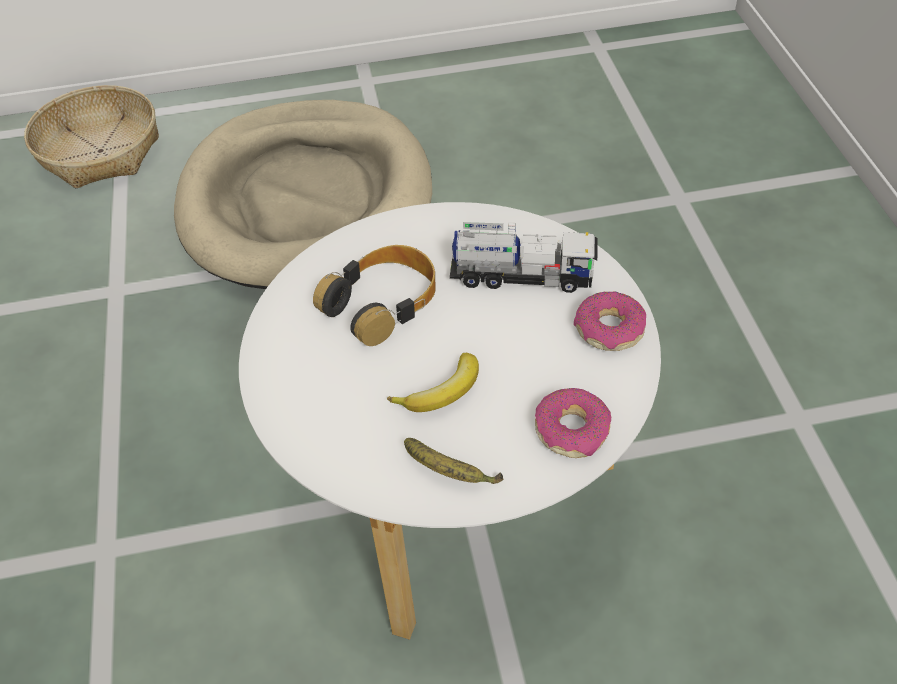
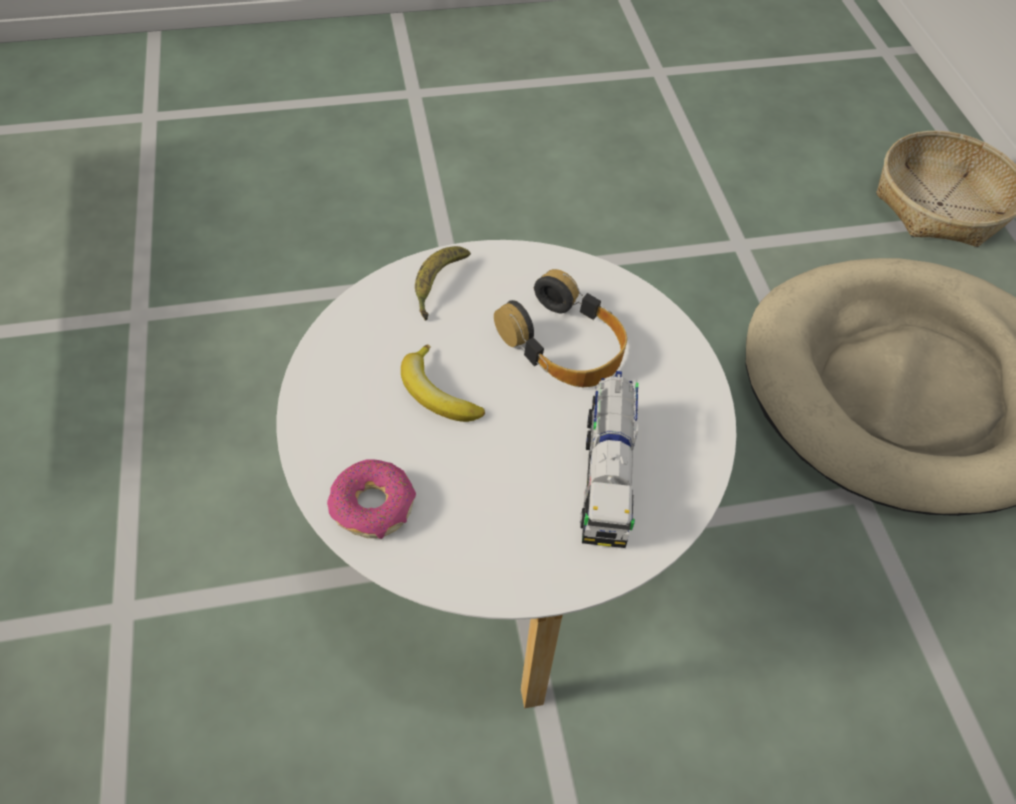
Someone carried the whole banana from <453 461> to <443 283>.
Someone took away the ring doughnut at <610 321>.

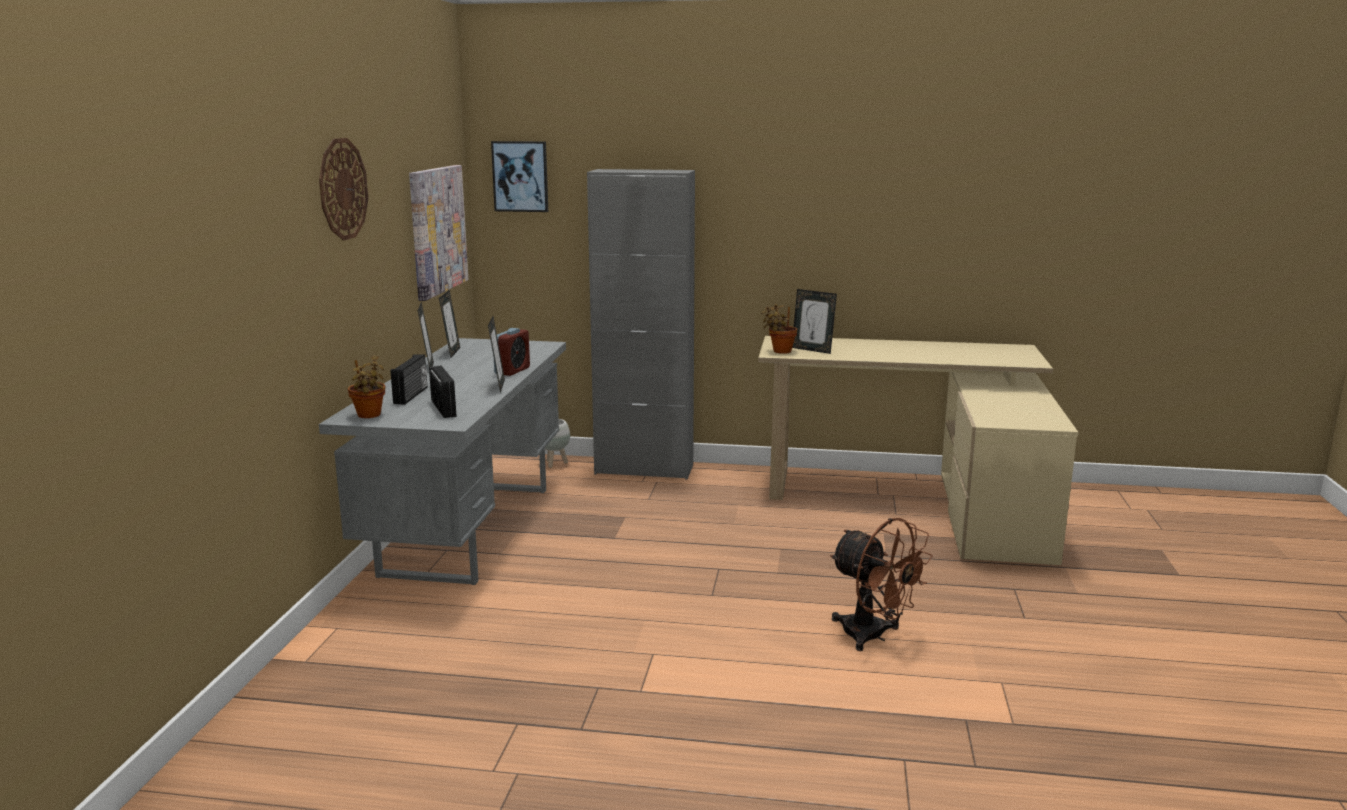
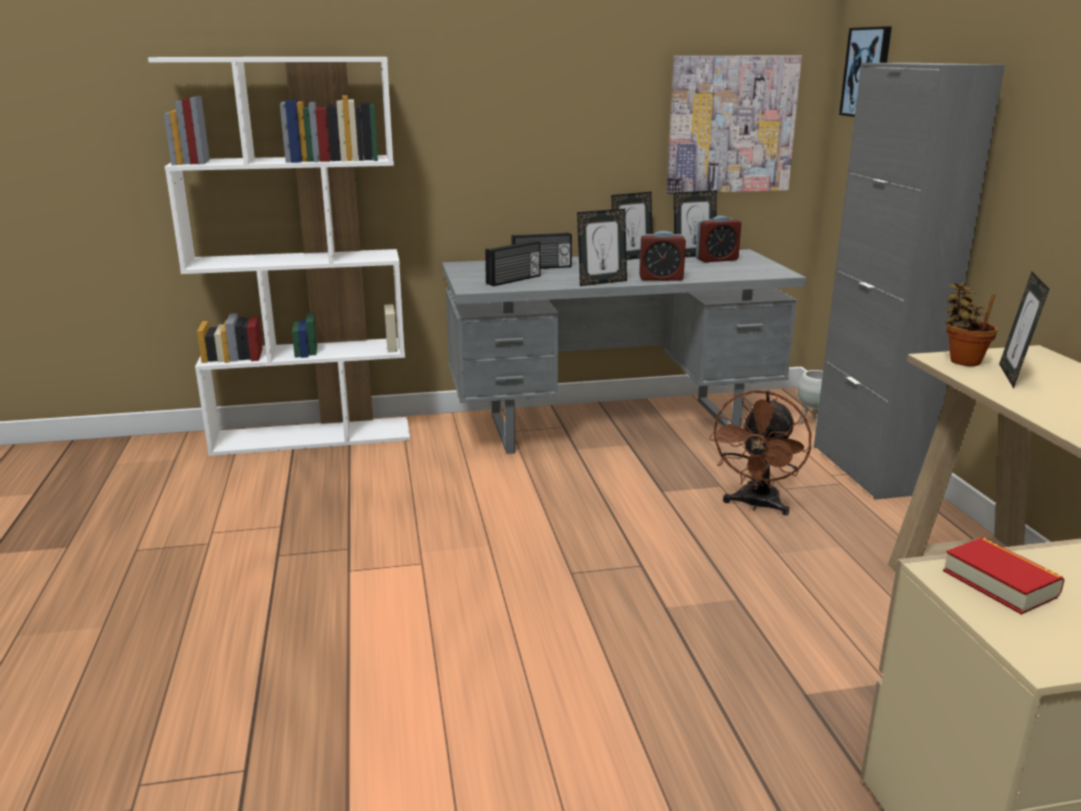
Someone put down the shelving unit in white-coloured at <279 256>.
Someone put down the alarm clock at <718 239>.
Someone carried the cooling fan in brown-coloured from <881 584> to <760 453>.
Someone put down the bound book at <1004 575>.
Someone took away the hanging clock at <343 189>.
Someone took away the houseplant at <366 386>.

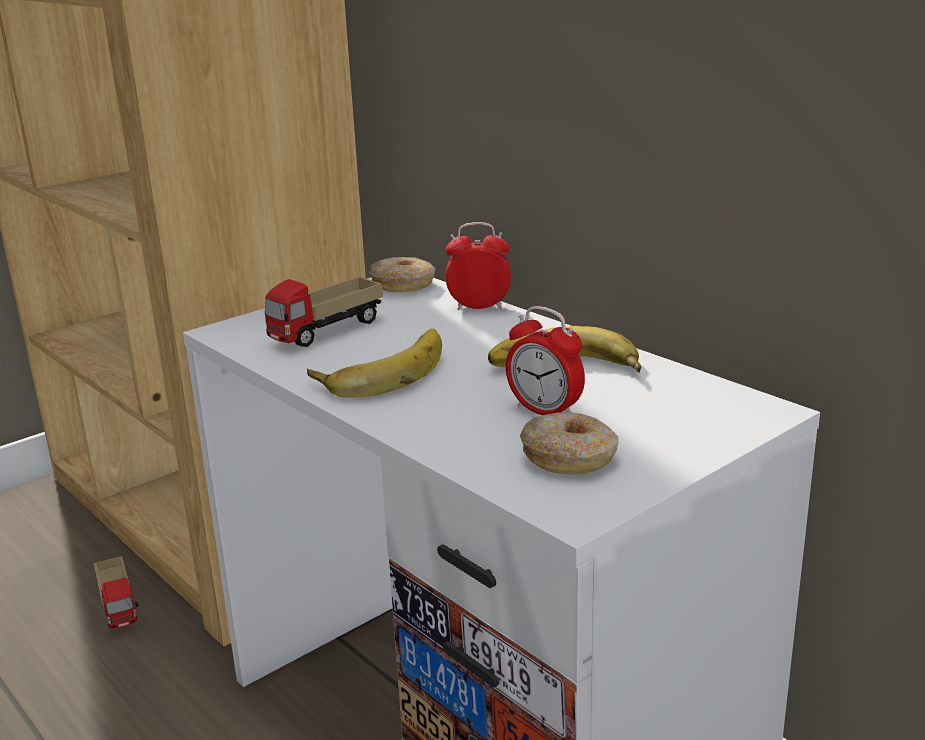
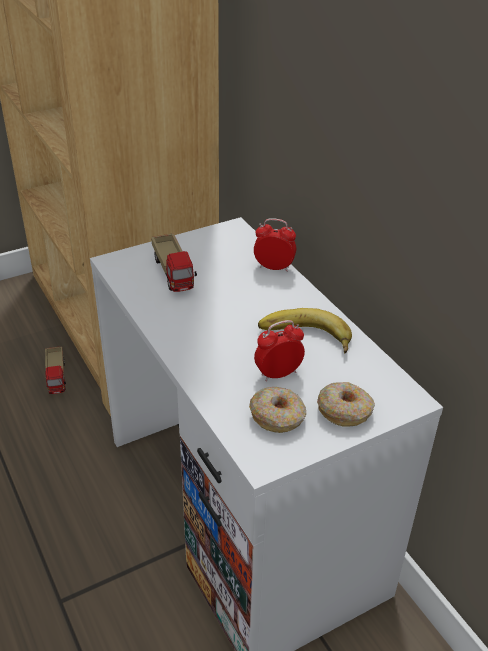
Someone rotated the toy truck at <324 312> by 75 degrees counterclockwise.
Someone rotated the alarm clock at <545 360> by 105 degrees clockwise.
Someone carried the ring doughnut from <402 274> to <346 404>.
Someone took away the whole banana at <374 363>.

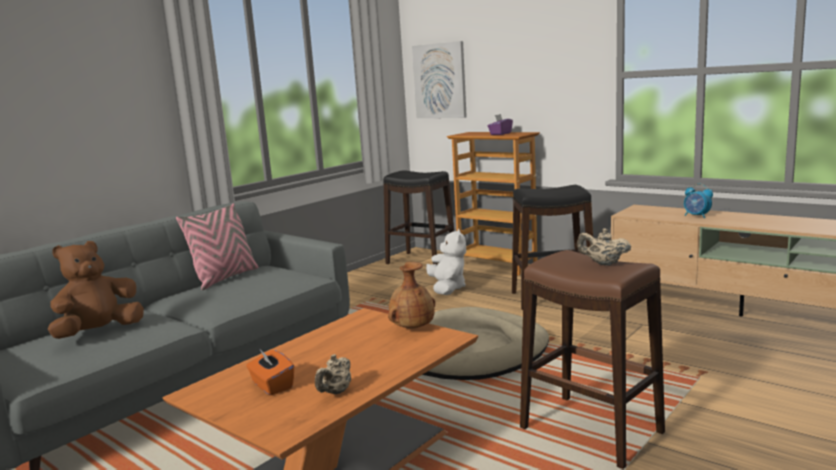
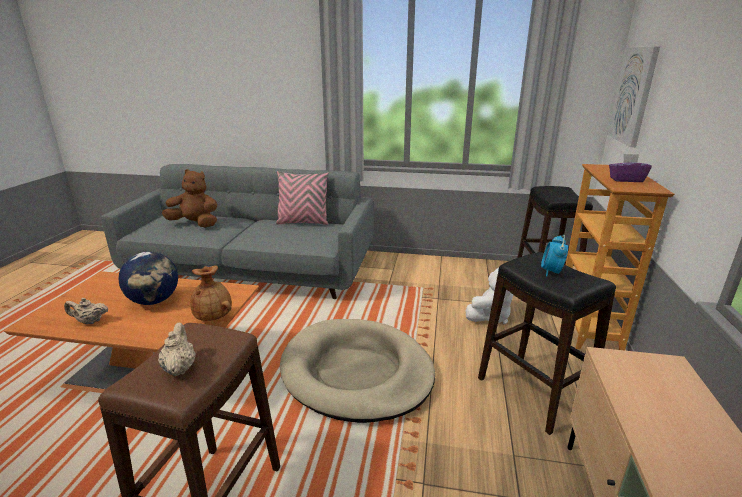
Someone put down the desk globe at <148 278>.
Someone carried the alarm clock from <698 201> to <554 255>.
Someone took away the tissue box in orange-coloured at <270 371>.

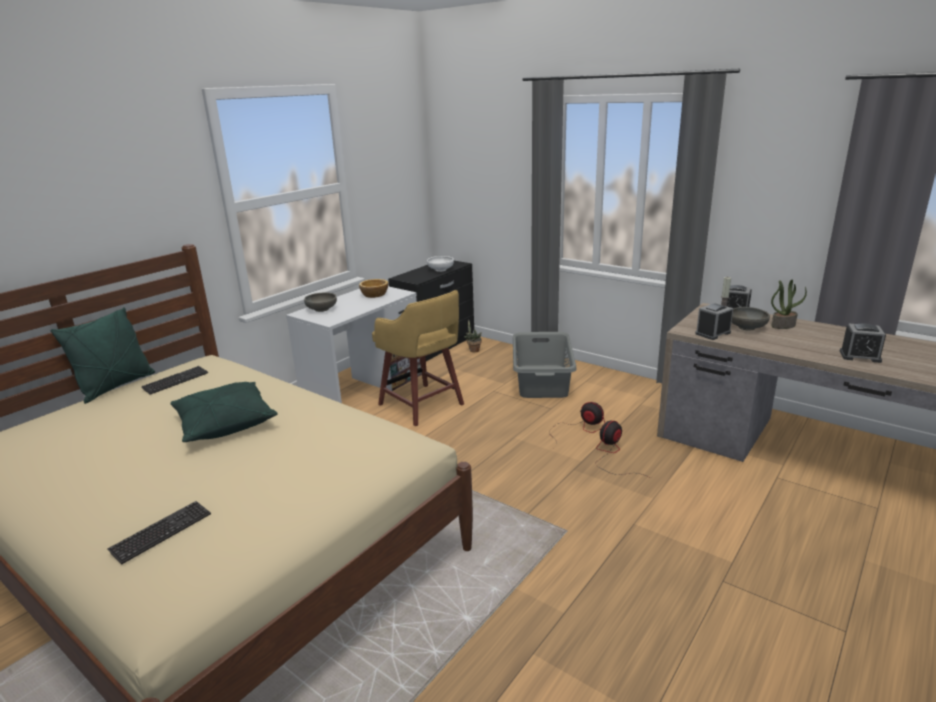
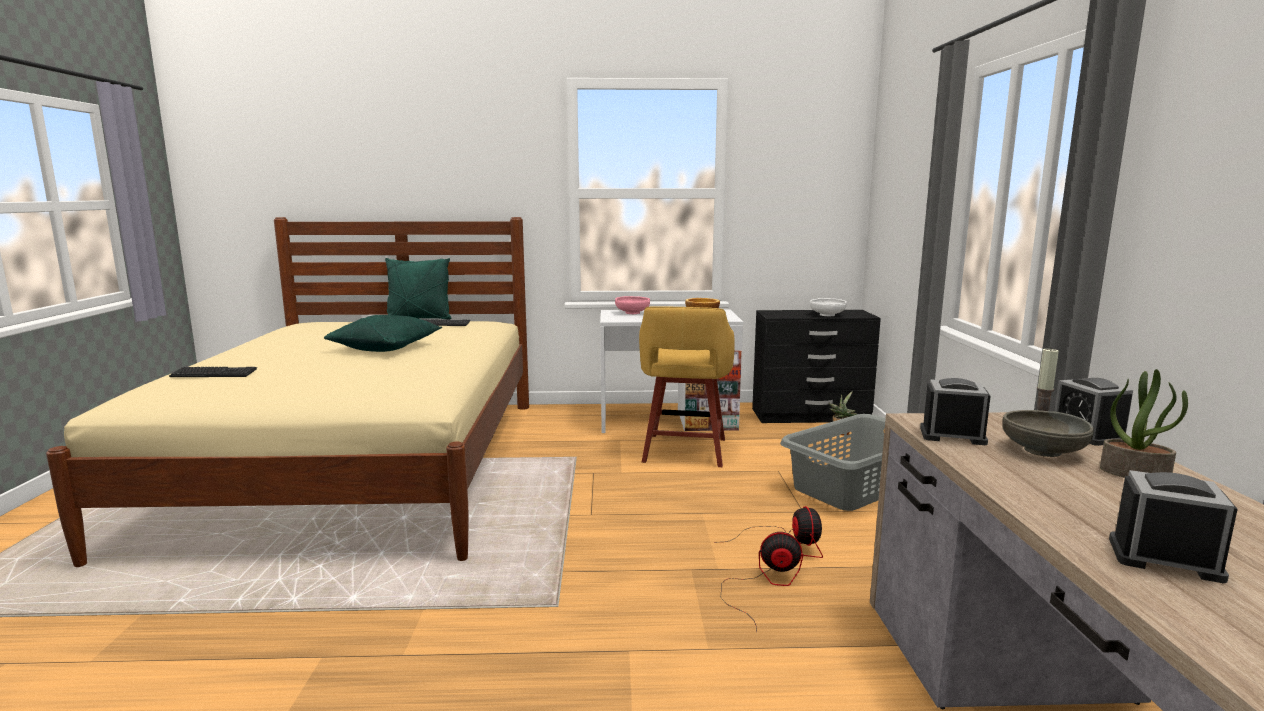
Someone repainted the serving bowl in grey at <320 302>, which became the serving bowl in pinkish at <632 305>.
Someone rotated the alarm clock at <863 343> by 135 degrees clockwise.

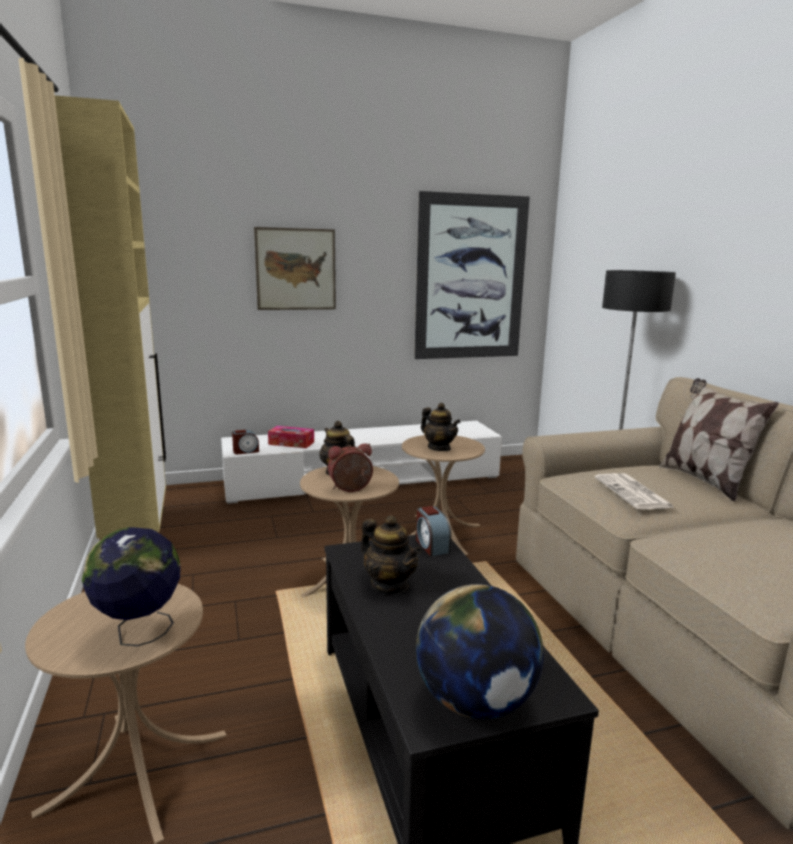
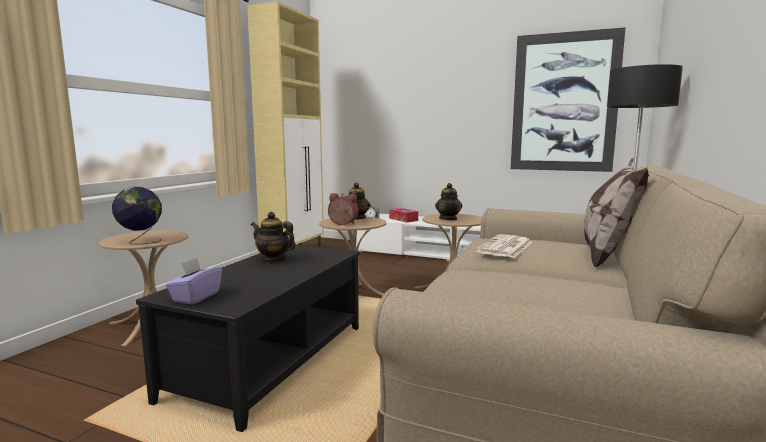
Someone swapped the desk globe at <480 651> for the tissue box in purplish at <194 281>.
Someone rotated the pot for tea at <391 554> by 120 degrees clockwise.
Someone took away the picture at <295 268>.
Someone took away the alarm clock at <433 531>.

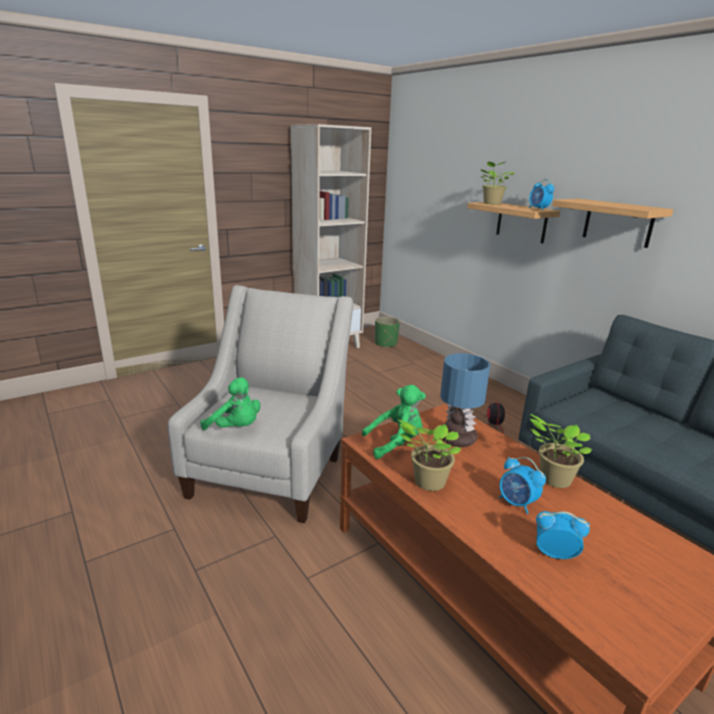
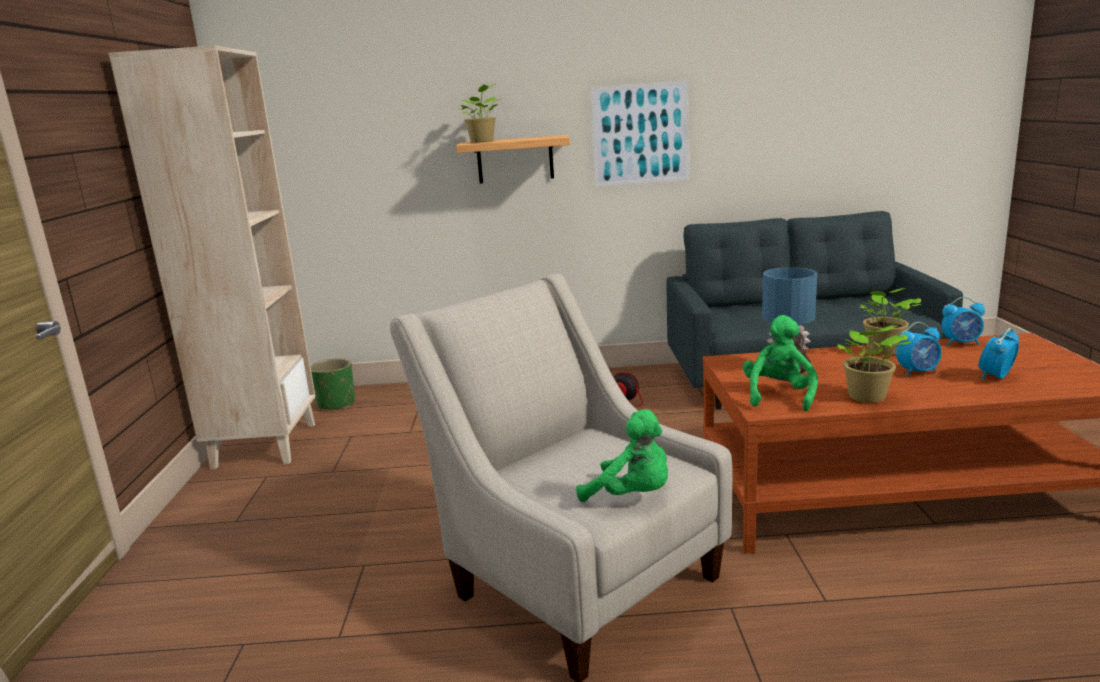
Someone rotated the cuddly toy in greenish at <230 403> by 60 degrees clockwise.
Someone swapped the bracket shelf at <613 223> for the picture at <639 133>.
Someone carried the alarm clock from <541 194> to <963 321>.

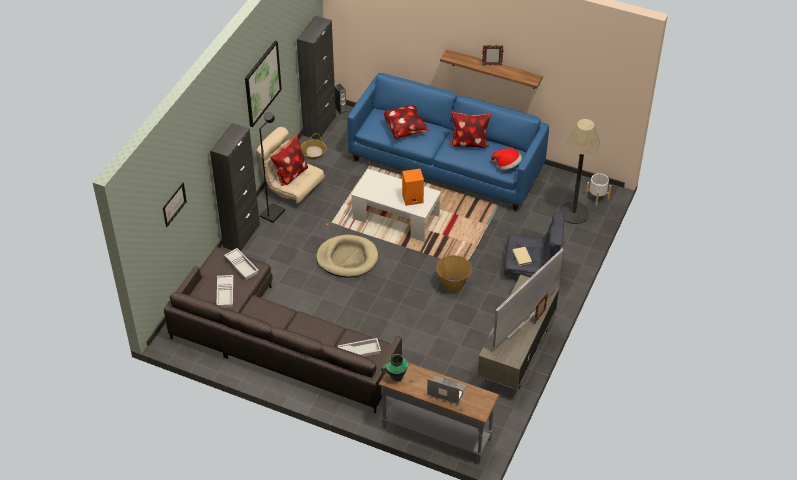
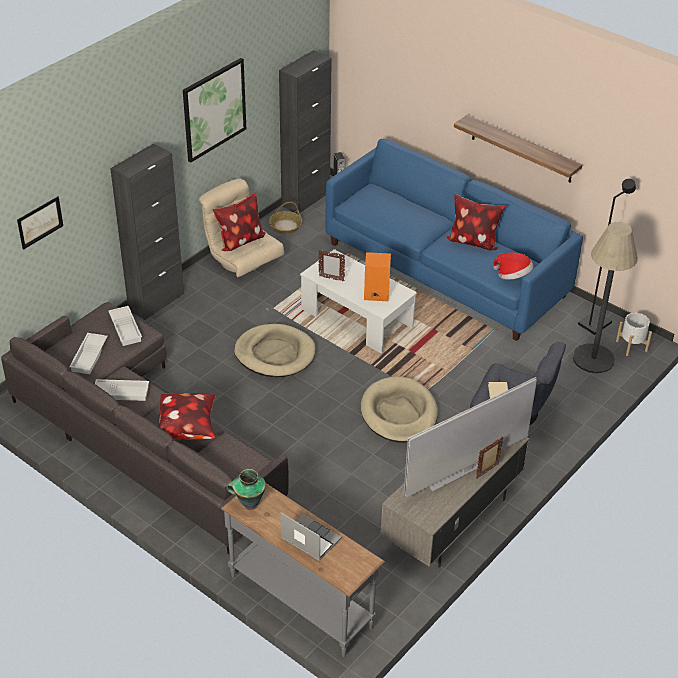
Someone carried the carrying tray in white-coloured from <359 347> to <122 390>.
Someone carried the throw pillow from <406 122> to <187 416>.
Someone carried the photo frame from <493 55> to <331 265>.
Someone swapped the basket at <454 273> for the pet bed in sand-coloured at <399 409>.
Someone carried the standing lamp in black from <272 167> to <607 257>.

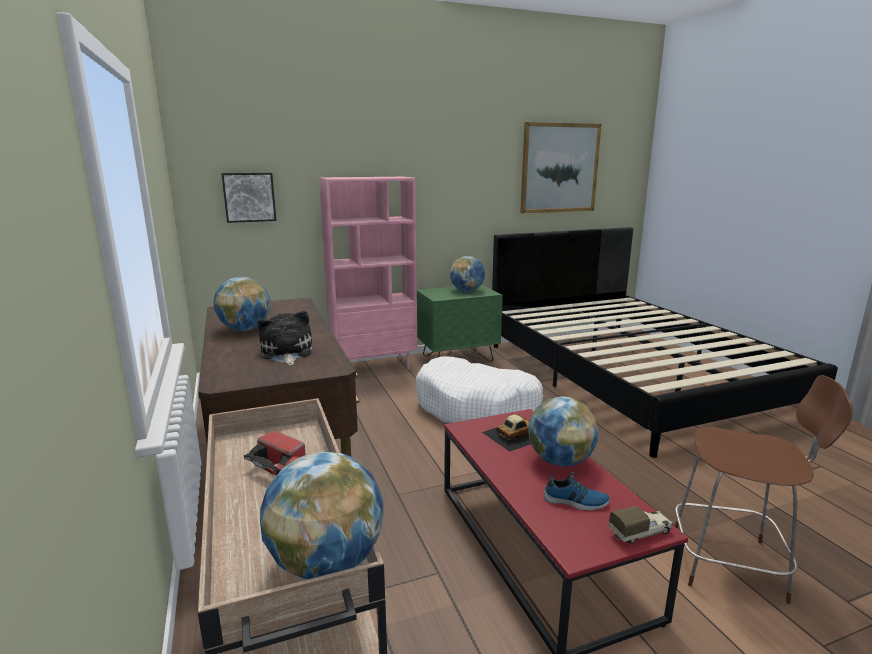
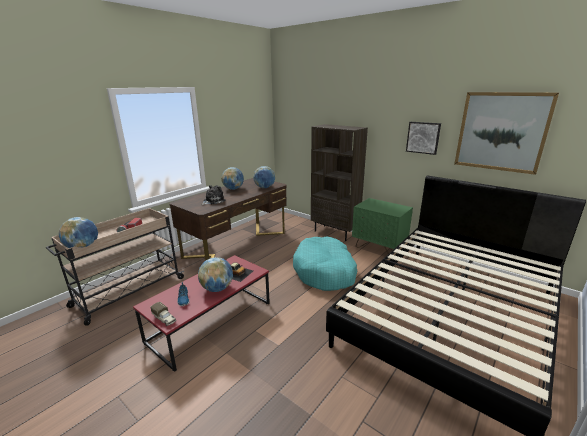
Someone carried the desk globe from <467 274> to <264 177>.
Someone repainted the pet bed in white-coloured at <479 389>, which became the pet bed in blue-green at <325 264>.
Someone repainted the shelving unit in pinkish at <368 273>, which became the shelving unit in brown-coloured at <339 182>.
Someone carried the picture from <248 198> to <423 138>.
Someone took away the upright chair in brown-coloured at <764 489>.

